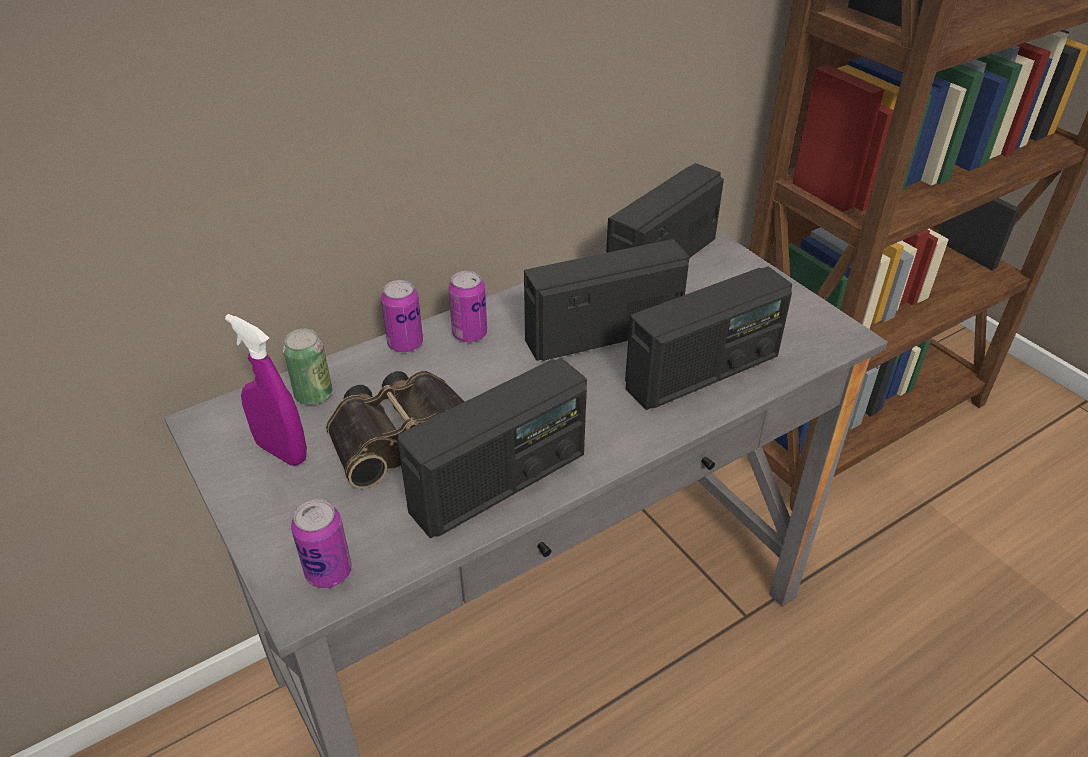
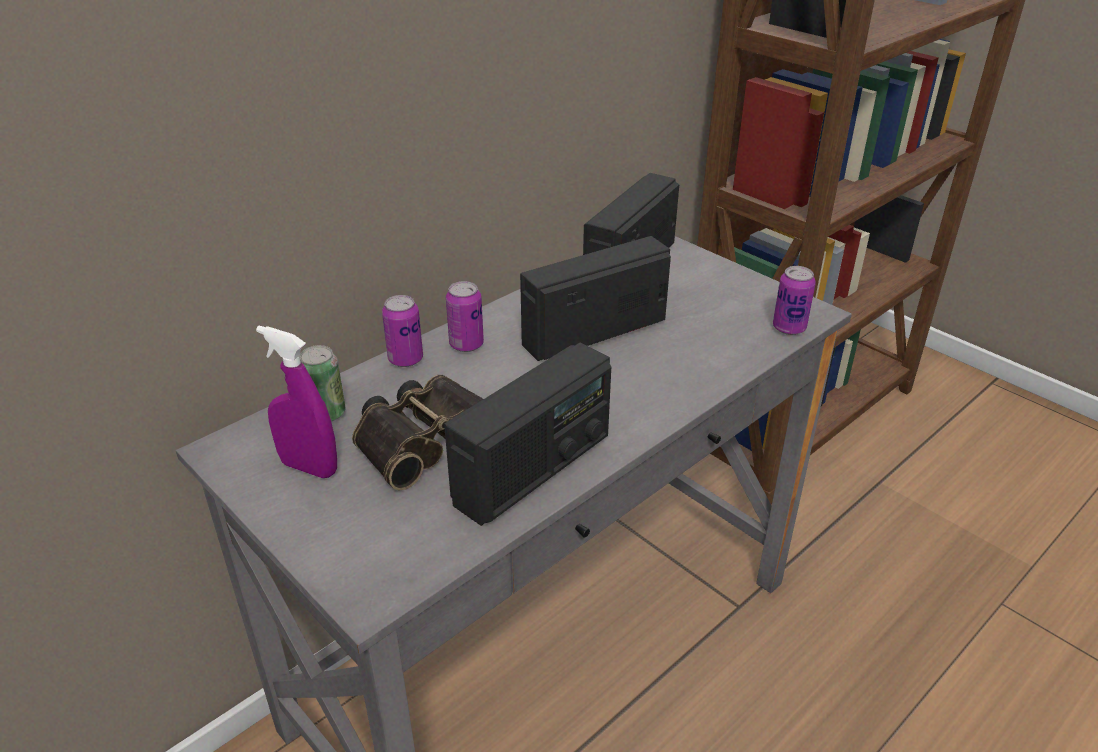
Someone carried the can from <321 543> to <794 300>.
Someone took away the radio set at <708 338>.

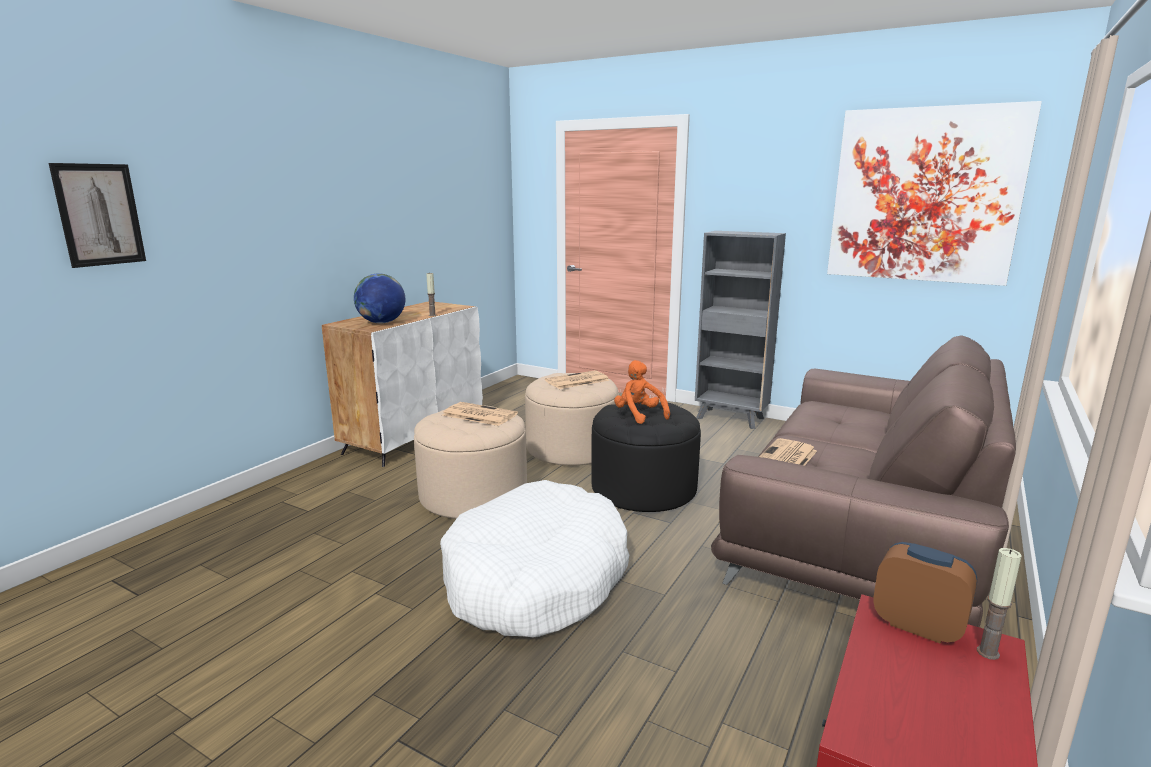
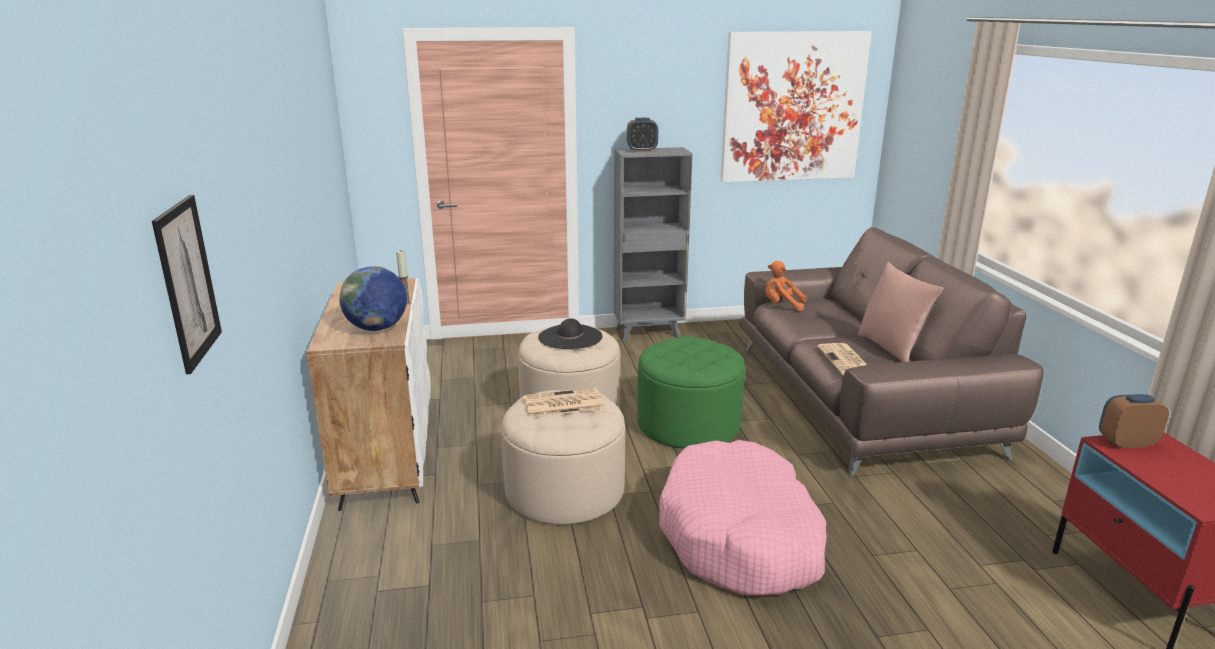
Someone swapped the daily paper at <577 379> for the wearable hat in black at <570 333>.
Someone put down the alarm clock at <642 135>.
Someone repainted the footrest in black at <646 457>, which became the footrest in greenish at <691 392>.
Someone repainted the pet bed in white-coloured at <534 558>, which became the pet bed in pinkish at <743 517>.
Someone carried the cuddly toy in orange-coloured from <642 392> to <786 286>.
Someone put down the throw pillow in pinkish at <900 312>.
Someone took away the wax candle at <999 604>.

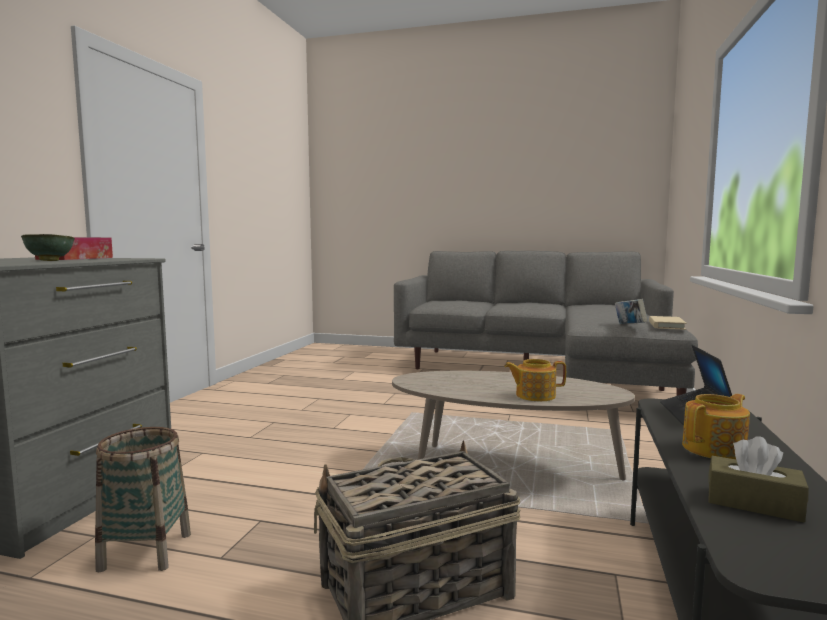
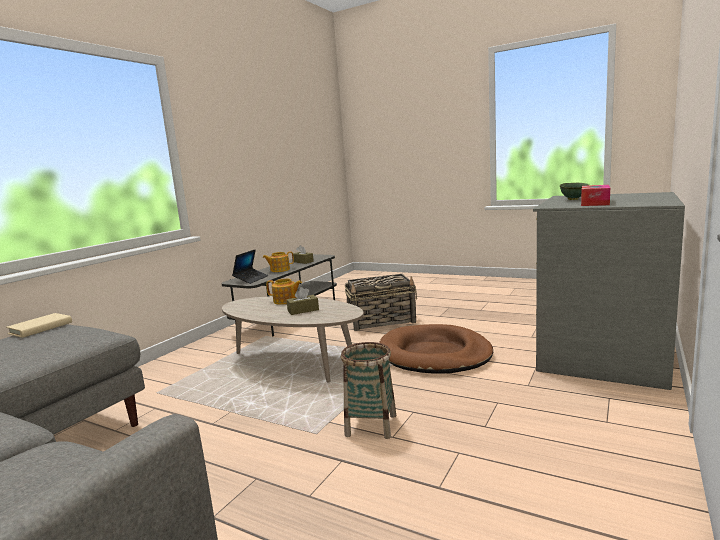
Someone put down the tissue box in brown-coloured at <302 301>.
Someone carried the basket from <143 500> to <368 390>.
Someone put down the pet bed in brown-coloured at <436 349>.
Someone took away the bound book at <631 311>.

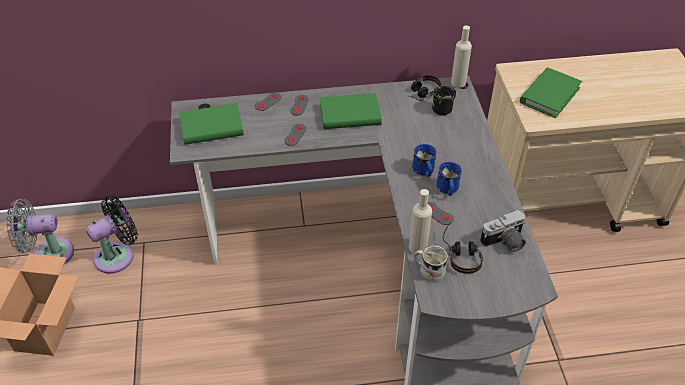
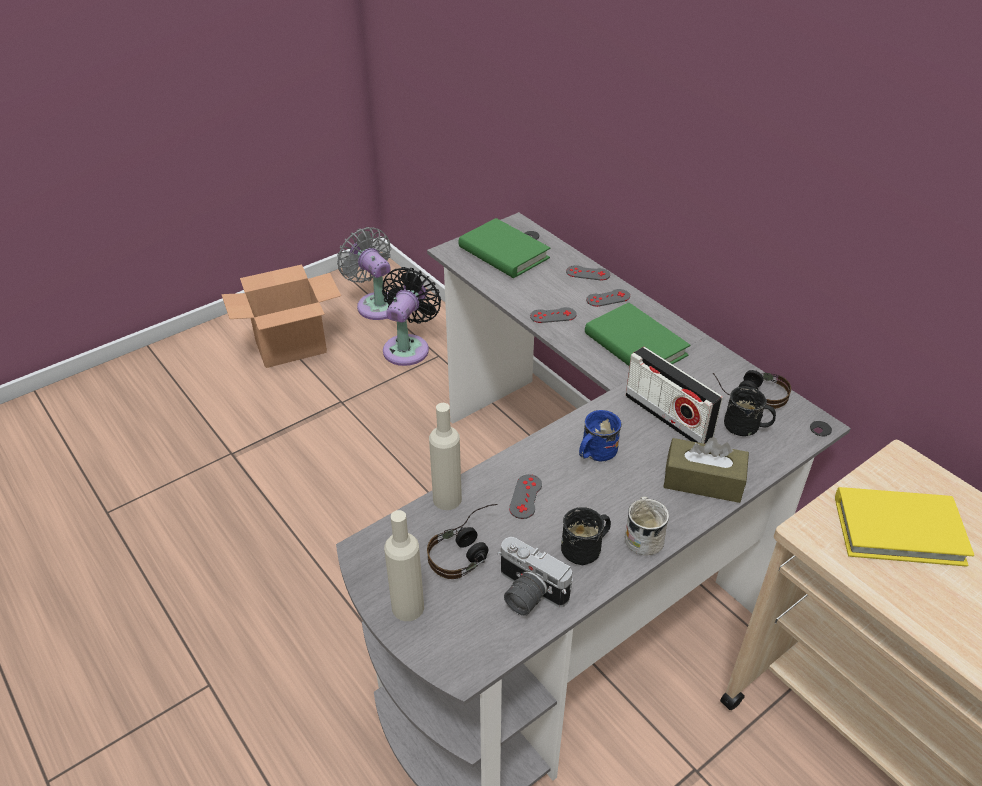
Someone rotated the cooling fan in black at <112 234> by 90 degrees counterclockwise.
Someone carried the drink bottle in sand-coloured from <461 57> to <404 565>.
Someone put down the tea mug in black at <586 536>.
Someone carried the tea mug in white-coloured from <431 263> to <647 526>.
Someone put down the radio set at <674 395>.
Someone put down the tissue box in brown-coloured at <706 470>.
Someone repainted the bound book in greenish at <551 92>, which became the bound book in yellow-coloured at <904 527>.
Someone took away the tea mug in bluish at <449 179>.

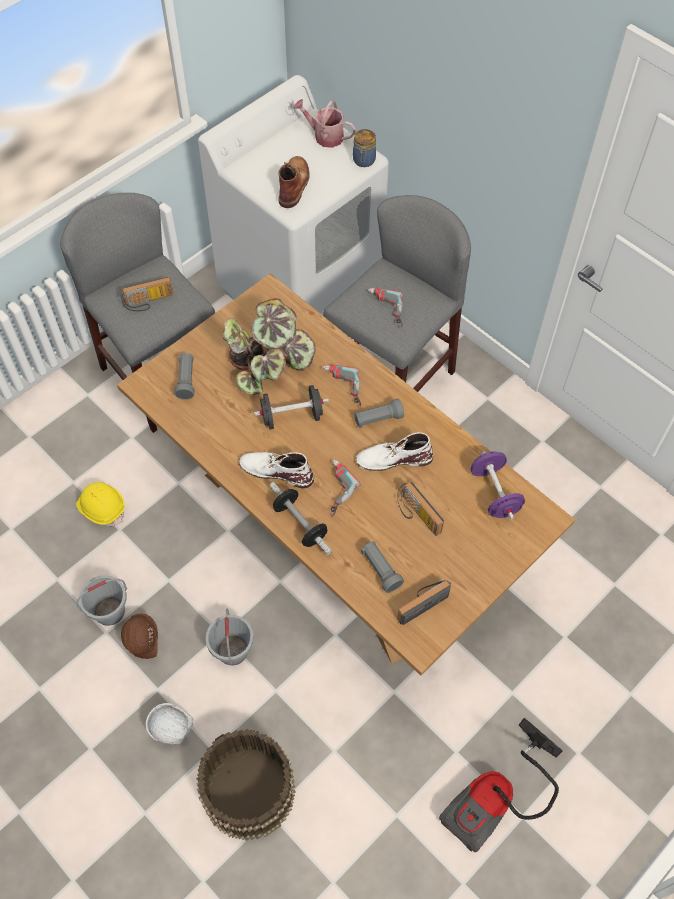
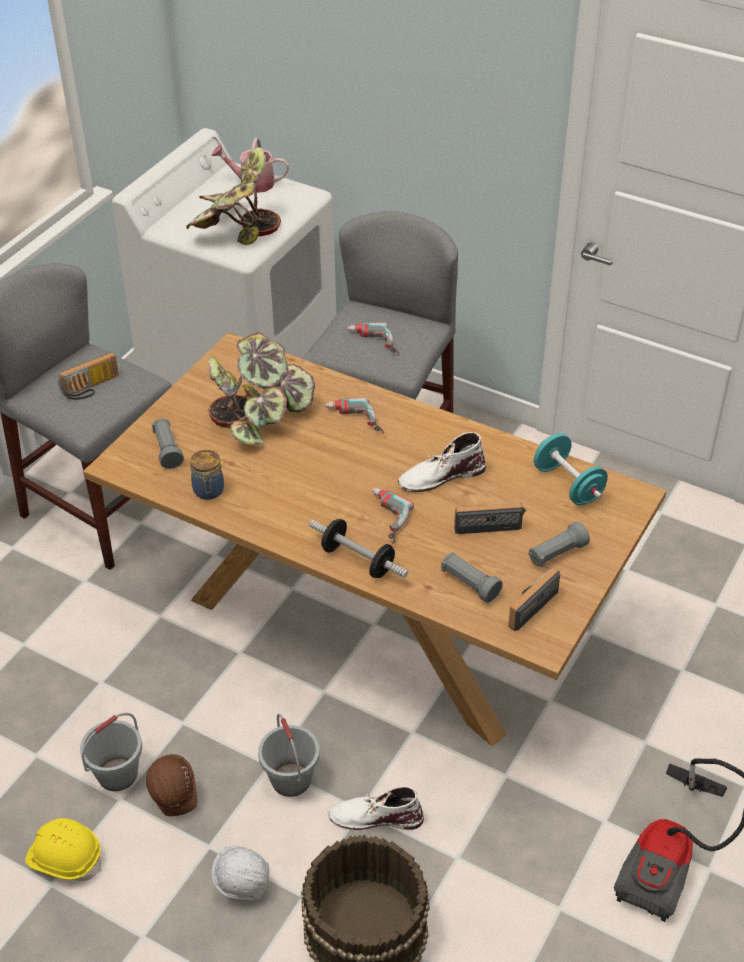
Someone carried the work helmet in yellow-coloured from <100 504> to <63 849>.
Someone swapped the boot in brown-coloured at <294 182> for the houseplant at <233 196>.
Someone carried the jar from <364 148> to <207 475>.
Someone carried the boot in white-coloured from <276 470> to <376 808>.
Someone rotated the radio set at <420 509> by 135 degrees clockwise.
Someone carried the flashlight in grey from <379 413> to <559 544>.
Someone repainted the free weight in purplish at <497 485>, which became the free weight in blue-green at <571 469>.
Someone took away the free weight in black at <291 407>.

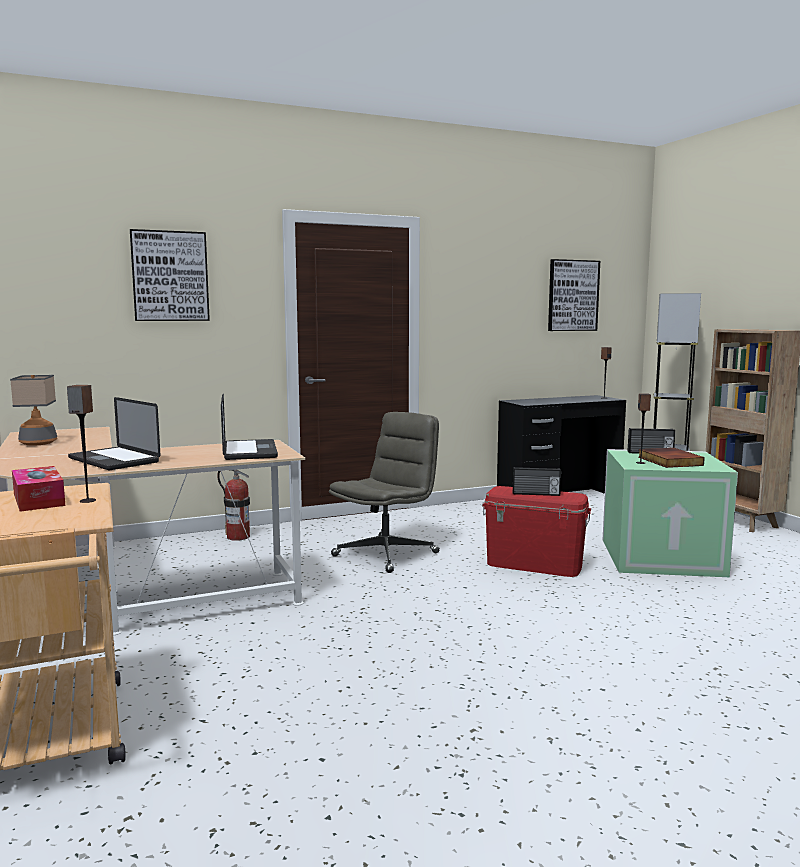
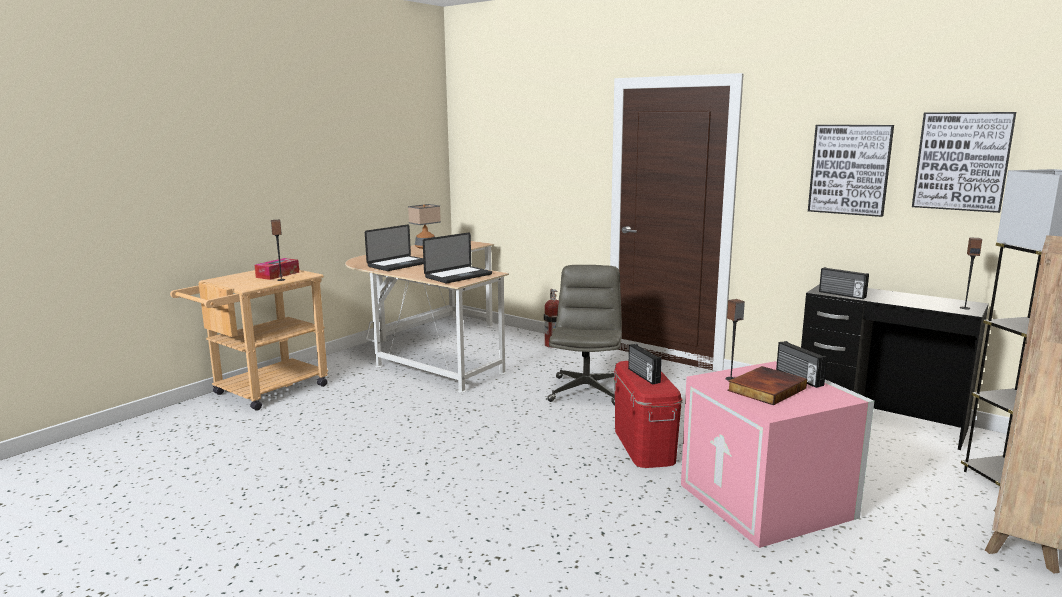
Someone rotated the laptop at <114 433> by 150 degrees counterclockwise.
Someone rotated the computer chair in grey at <384 492> by 90 degrees counterclockwise.
Someone repainted the storage bin in greenish at <670 513>, which became the storage bin in pinkish at <777 454>.
Someone carried the picture from <170 275> to <851 171>.
Someone put down the radio set at <844 283>.

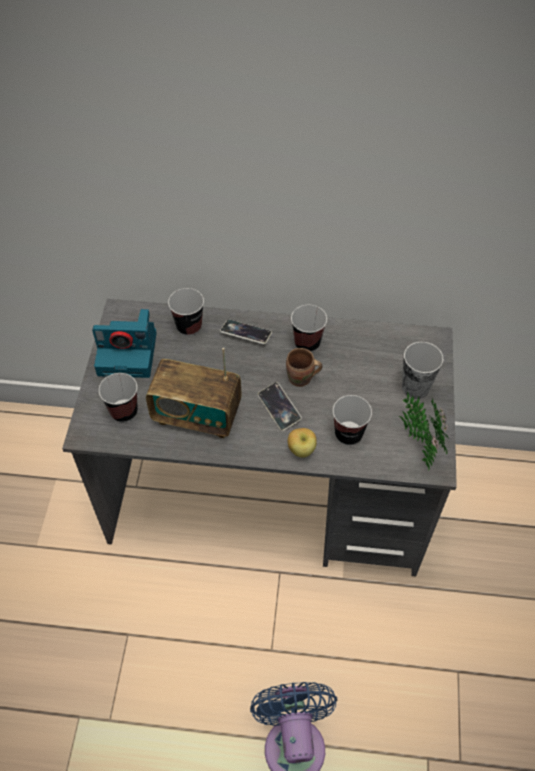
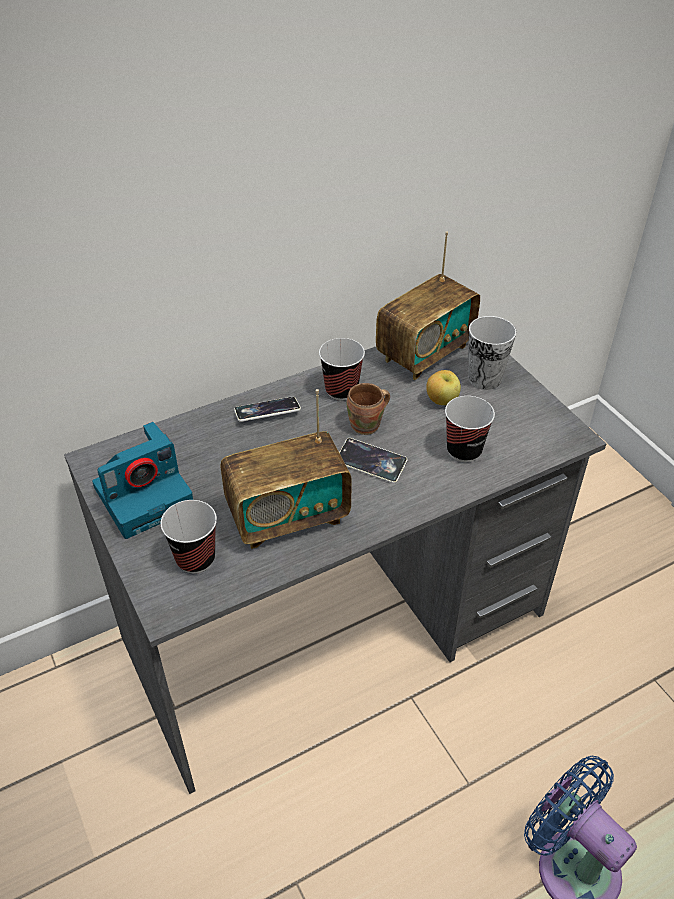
Someone put down the radio set at <428 305>.
Someone carried the whole apple from <302 443> to <443 387>.
Someone took away the small cup at <186 312>.
Someone took away the houseplant at <424 430>.

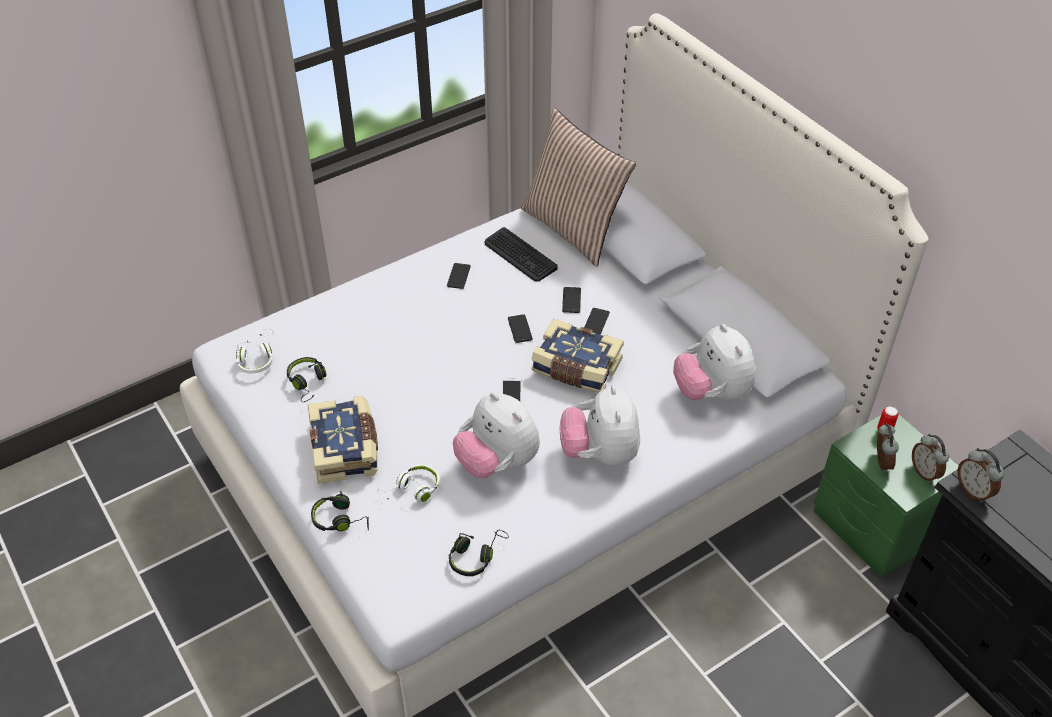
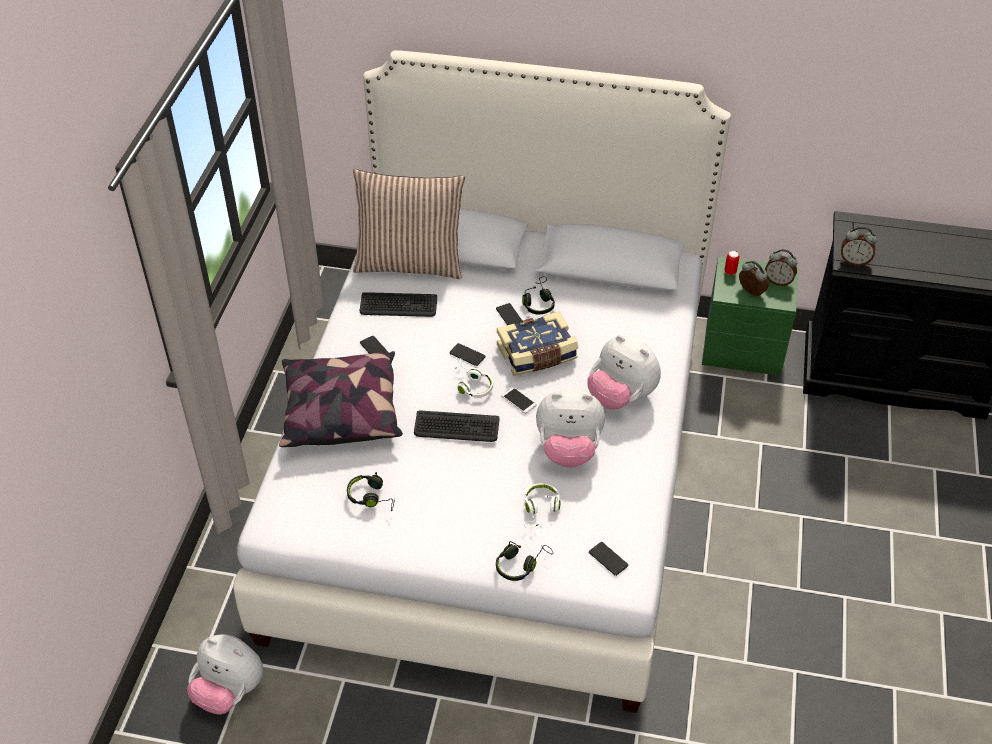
Someone carried the cuddly toy from <714 362> to <225 675>.
Someone put down the throw pillow at <341 399>.
Someone put down the PC keyboard at <456 426>.
Someone carried the pair of headphones in white-coloured from <255 351> to <475 378>.
Someone carried the pair of headphones in black from <479 553> to <538 295>.
Someone carried the phone from <571 300> to <608 559>.
Someone took away the bound book at <343 440>.

